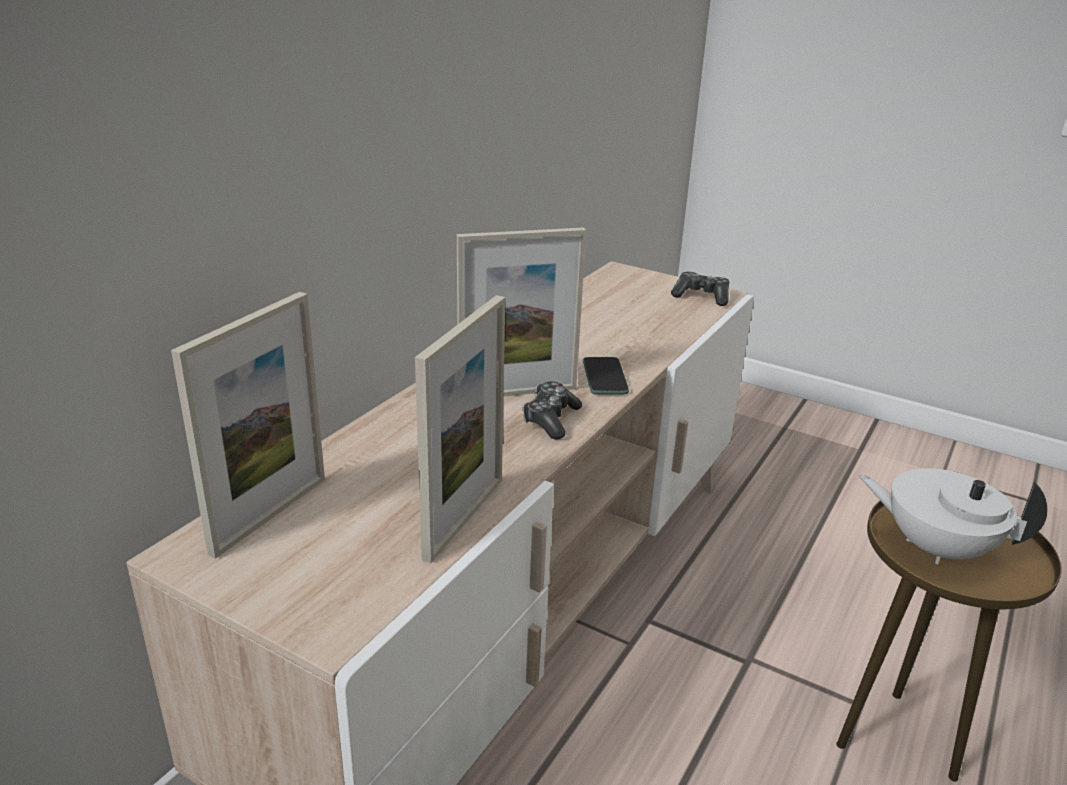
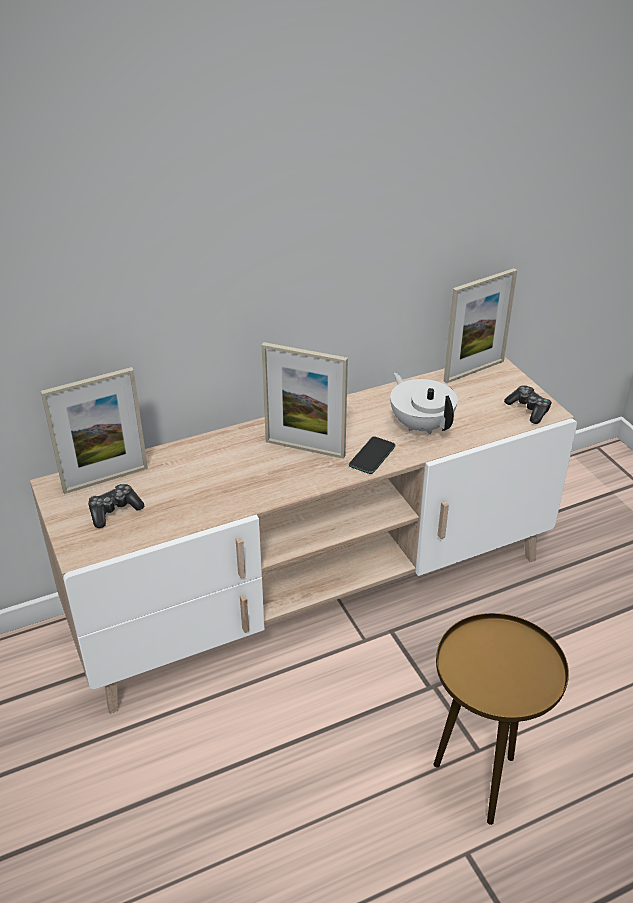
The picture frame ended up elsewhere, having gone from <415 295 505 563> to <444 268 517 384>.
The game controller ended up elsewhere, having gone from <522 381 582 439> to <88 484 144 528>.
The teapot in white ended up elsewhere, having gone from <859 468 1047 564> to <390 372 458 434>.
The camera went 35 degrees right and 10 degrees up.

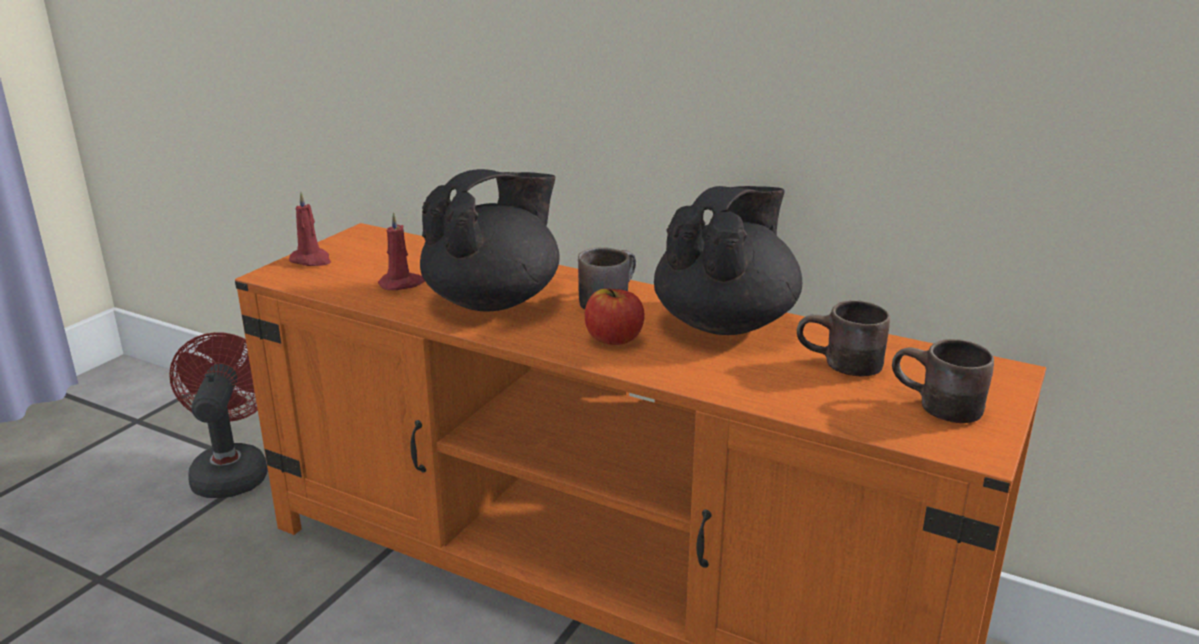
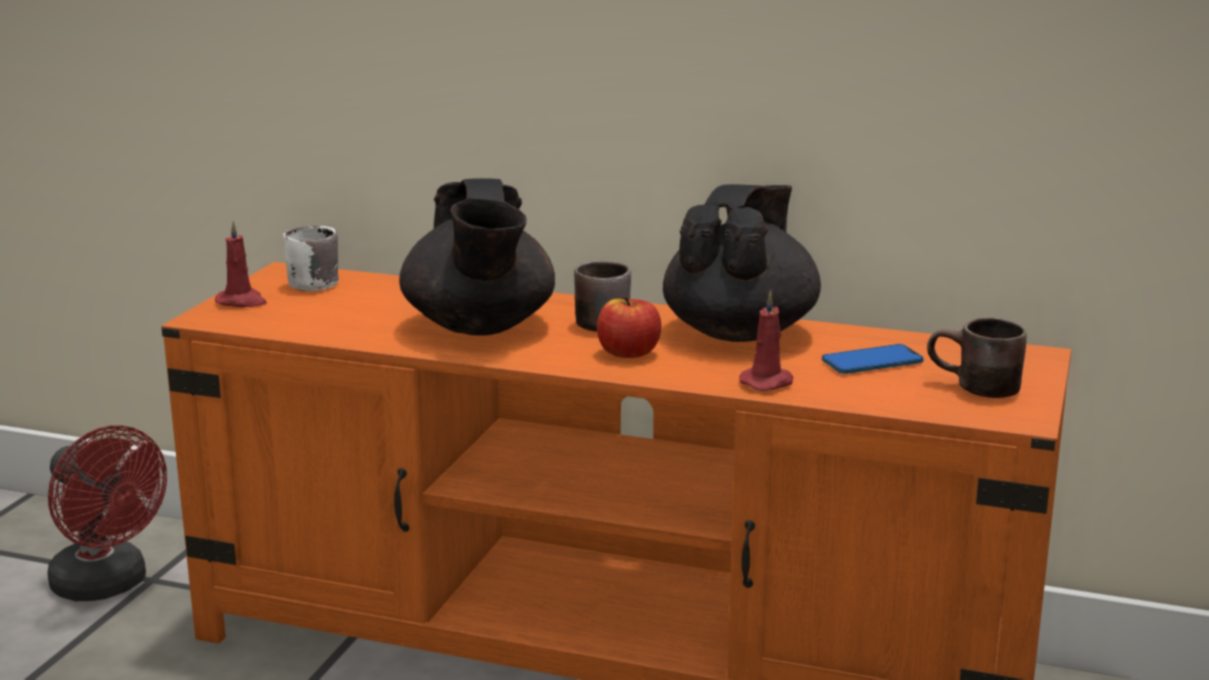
The second view gained the mug in white at <283 226 339 291>.
The candle in red ended up elsewhere, having gone from <378 212 425 290> to <739 290 794 391>.
Where the mug in brown stood at <797 300 890 377>, the phone came to stand at <822 344 924 374>.
The fan in red at <169 332 267 498> ended up facing another way, 150 degrees clockwise from before.
The teapot in black at <420 169 560 312> ended up facing another way, 135 degrees clockwise from before.
The camera went 10 degrees left and 5 degrees down.

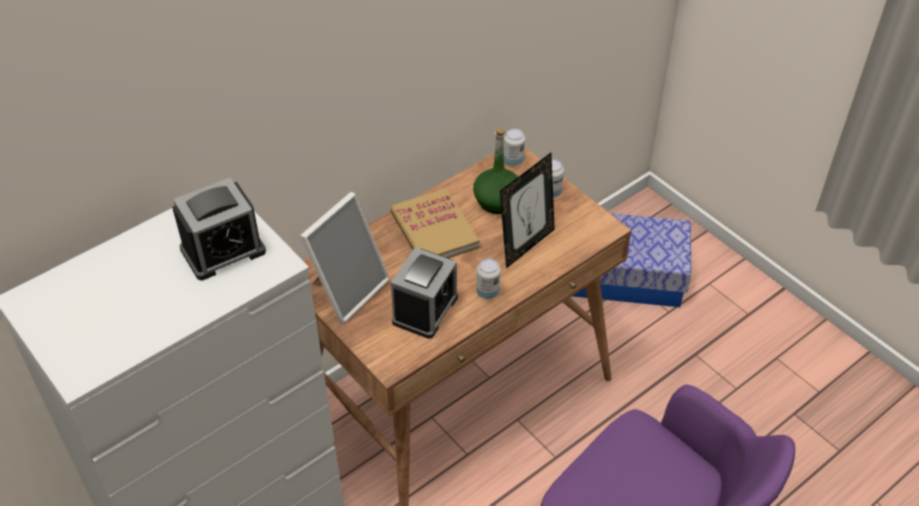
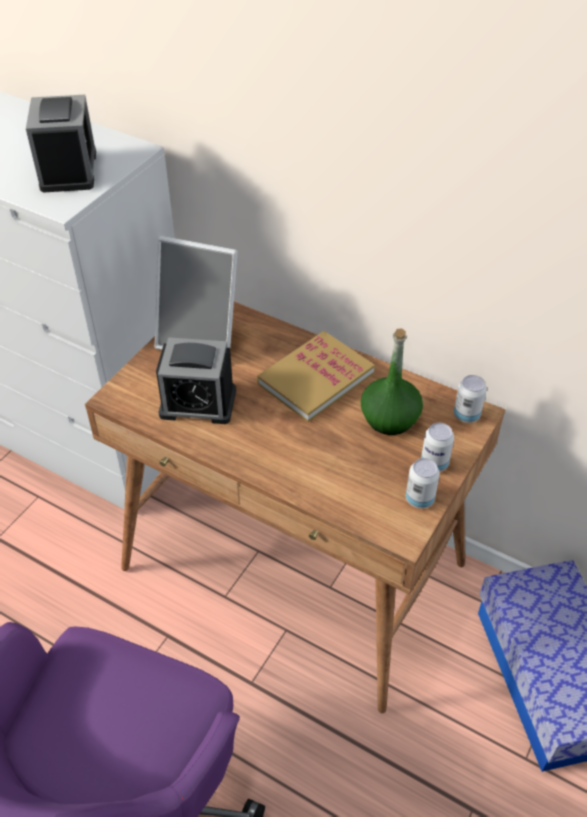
The second view lost the picture frame at <500 153 555 268>.
The can ended up elsewhere, having gone from <476 258 501 299> to <406 458 440 509>.
The alarm clock at <172 178 266 280> ended up facing another way, 135 degrees counterclockwise from before.
The camera went 70 degrees right and 0 degrees up.

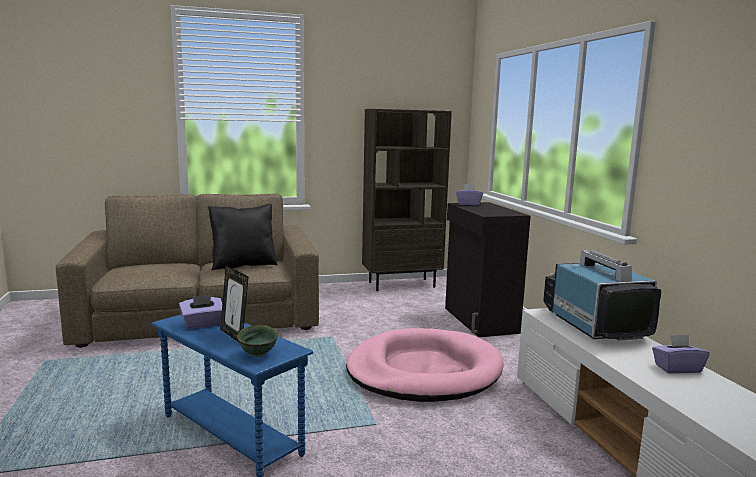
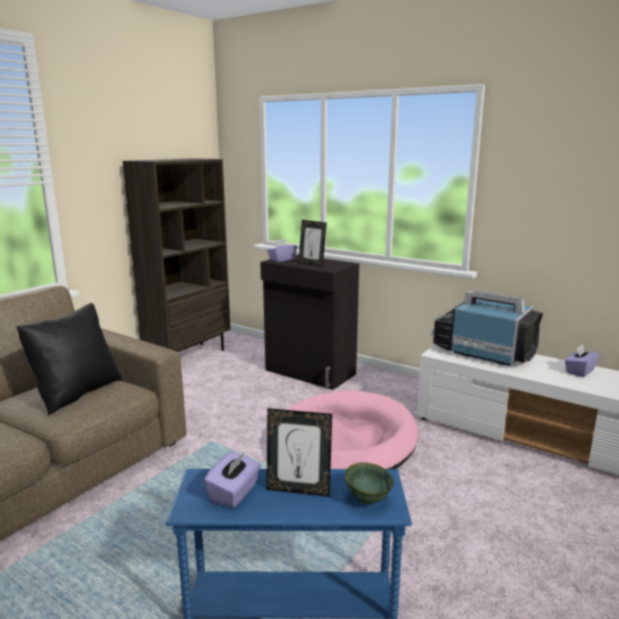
The second view gained the picture frame at <299 220 327 267>.
The camera went 40 degrees left and 5 degrees up.

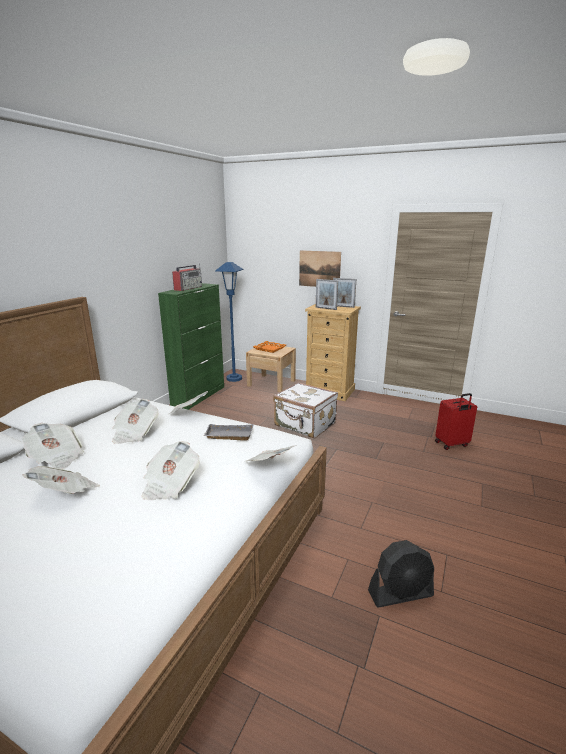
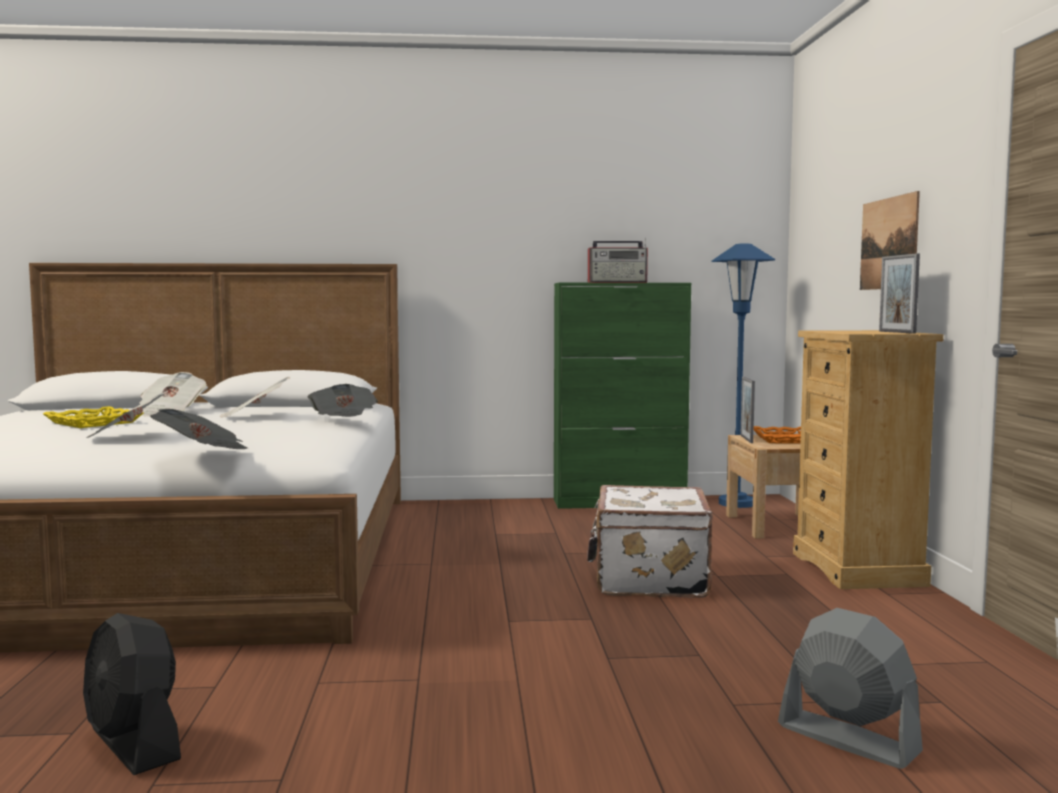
The second view lost the tray in grey at <204 424 254 441>.
The picture frame ended up elsewhere, having gone from <316 279 338 310> to <741 377 755 443>.
Where the newspaper stood at <22 466 100 494>, the tray in yellow came to stand at <43 406 143 428>.
Where the suitcase in red stood at <435 393 477 450>, the fan in grey came to stand at <778 608 923 769>.
The camera went 60 degrees right and 15 degrees down.

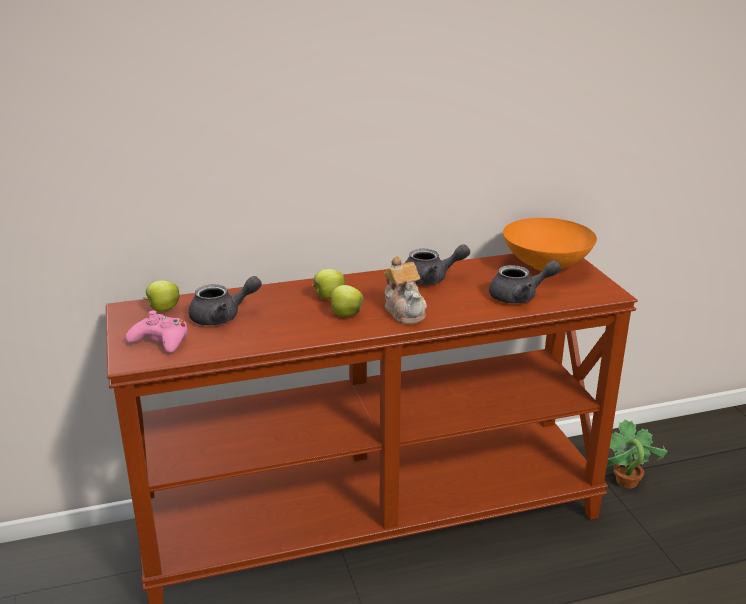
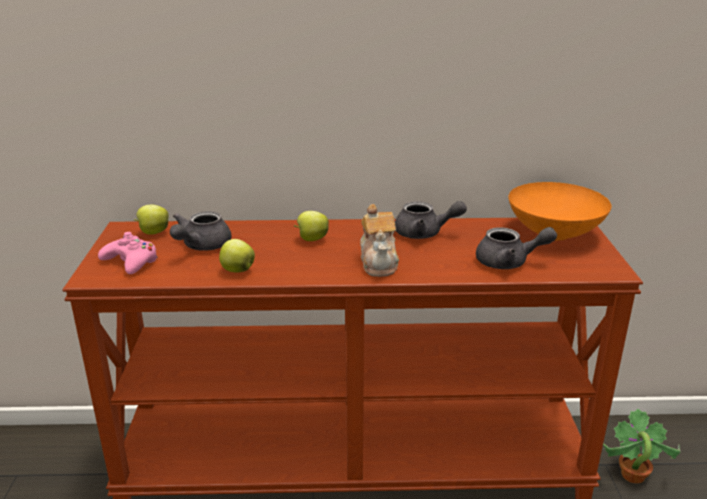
The apple ended up elsewhere, having gone from <329 285 363 317> to <219 239 255 272>.
The teapot in grey at <189 276 262 325> ended up facing another way, 120 degrees clockwise from before.
The camera went 15 degrees right and 0 degrees up.

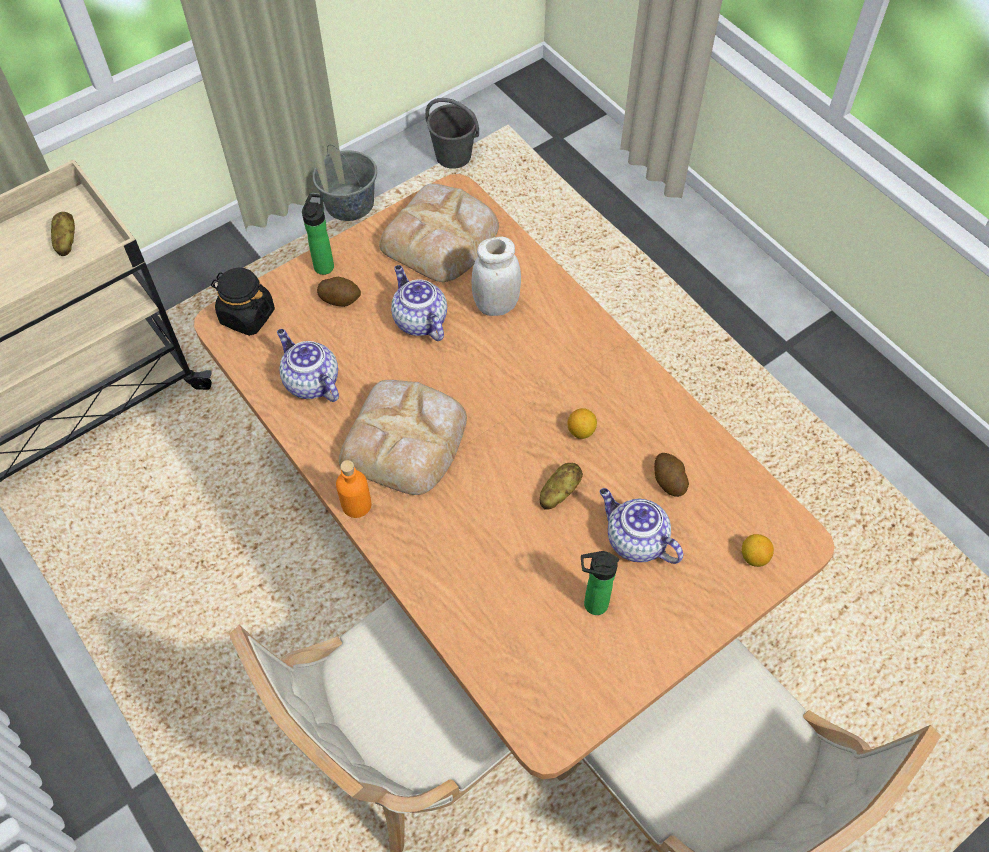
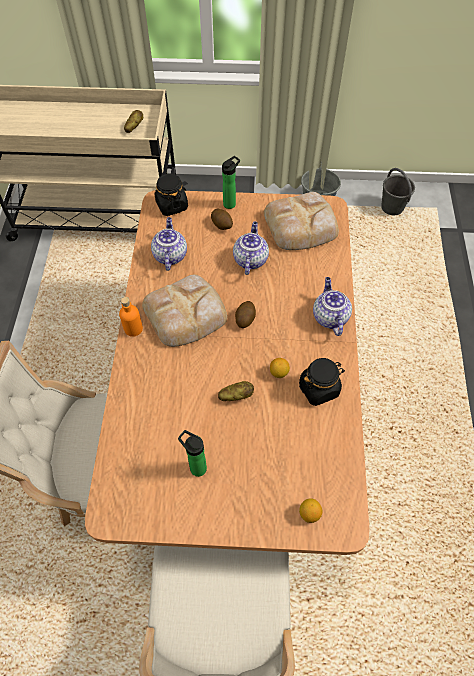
The second view lost the jar in white at <471 237 521 316>.
The second view gained the jar in black at <299 358 345 406>.
The teapot ended up elsewhere, having gone from <599 488 683 564> to <313 277 352 336>.
The potato ended up elsewhere, having gone from <654 453 689 497> to <235 301 256 328>.
The camera went 40 degrees right and 0 degrees up.

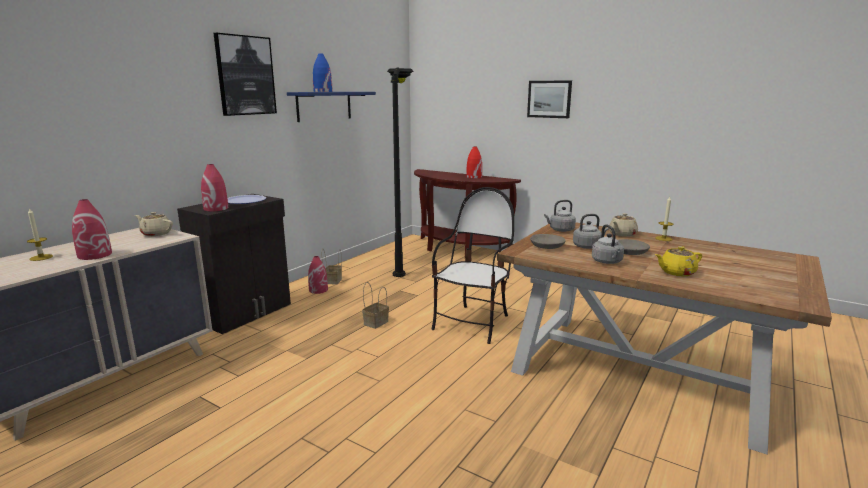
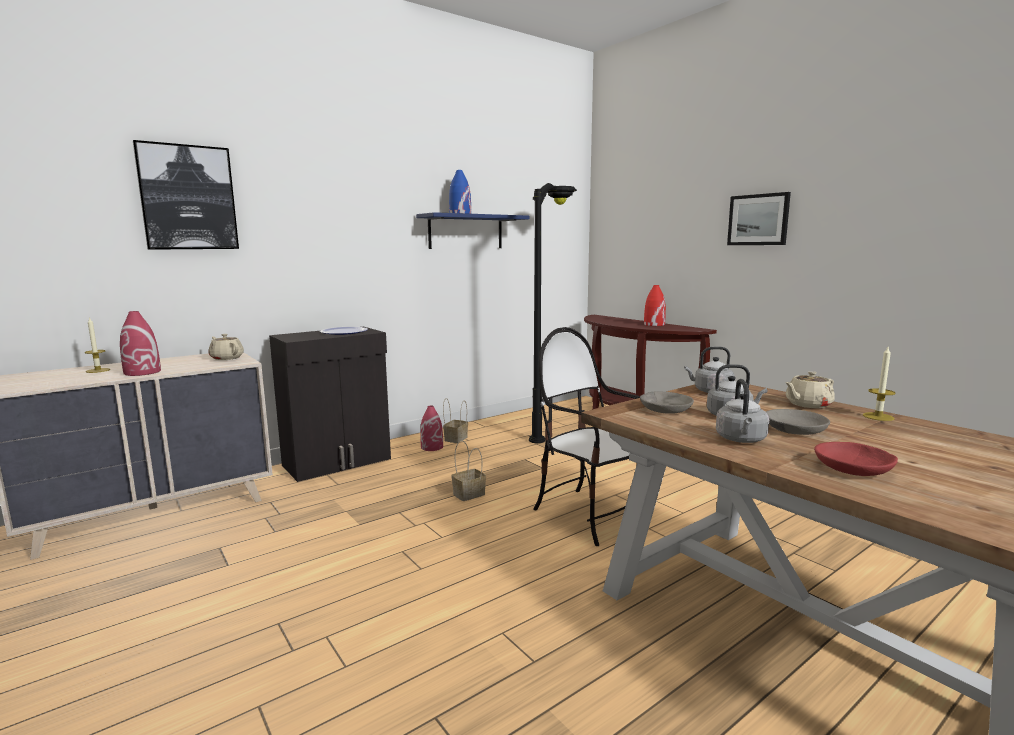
The second view lost the vase in red at <201 164 228 211>.
The picture ended up elsewhere, having gone from <214 33 277 116> to <133 140 239 250>.
Where the teapot in yellow stood at <655 246 702 276>, the bowl in red came to stand at <814 442 898 476>.
The chair at <432 187 514 344> ended up facing another way, 90 degrees counterclockwise from before.
The camera went 20 degrees right and 5 degrees down.

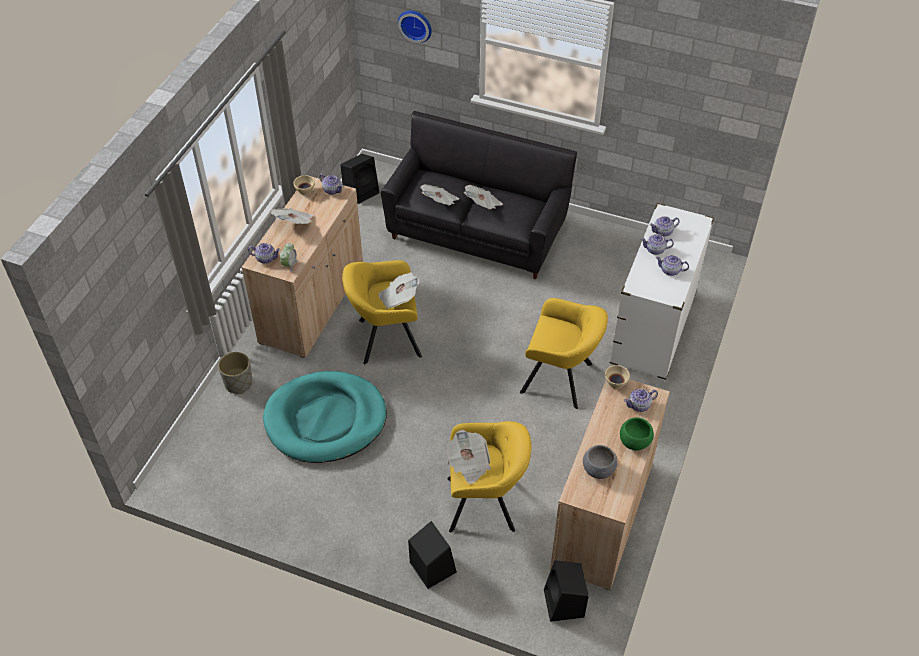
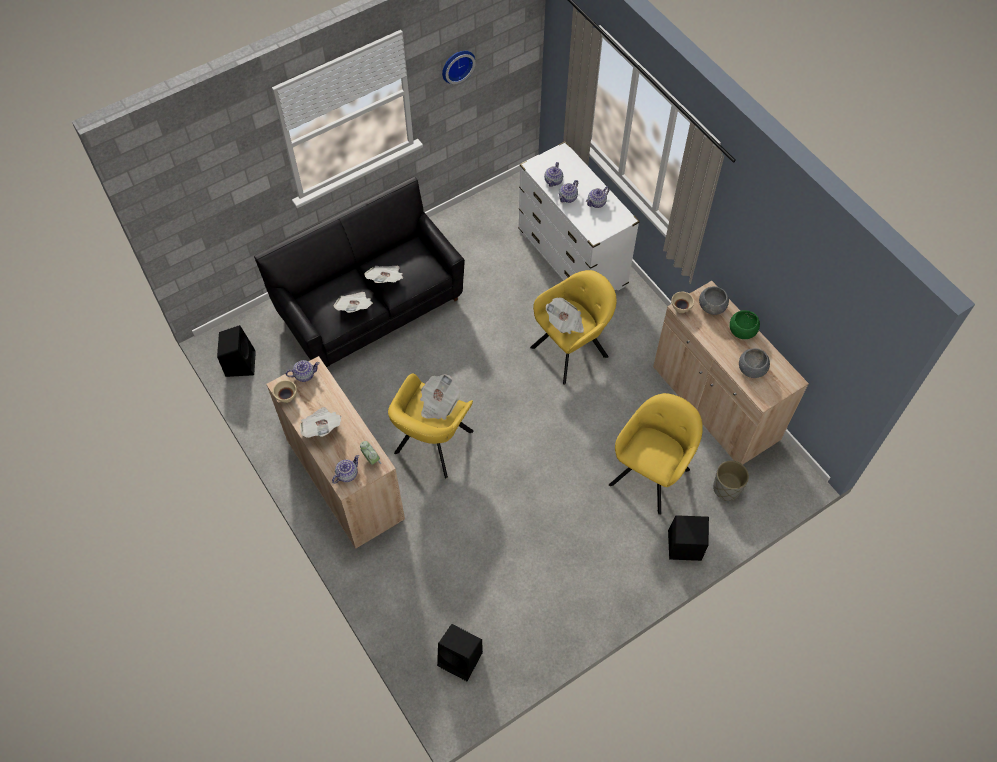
The second view lost the dog bed in turquoise at <263 371 387 463>.
The planter in grey ended up elsewhere, having gone from <218 352 252 394> to <713 460 749 501>.
The wall clock ended up elsewhere, having gone from <398 10 432 43> to <442 51 475 84>.
The newspaper ended up elsewhere, having gone from <447 430 491 484> to <546 297 584 334>.
The speaker in black ended up elsewhere, having gone from <544 560 589 622> to <437 624 483 681>.
Where the teapot stood at <624 389 658 412>, the bowl in grey came to stand at <699 286 729 315>.
The camera went 55 degrees left and 10 degrees up.

